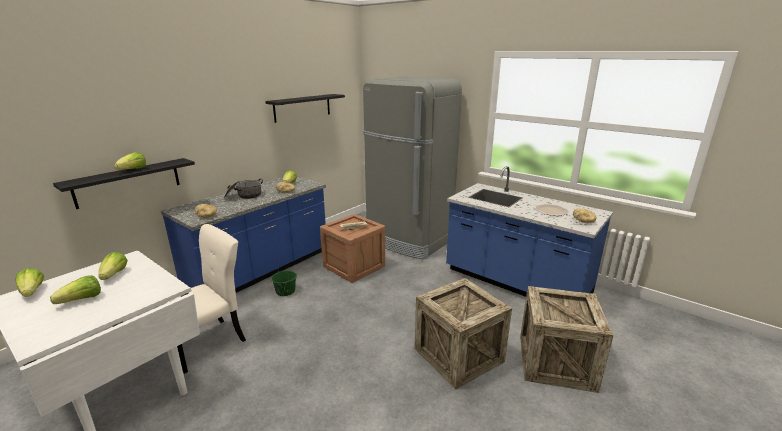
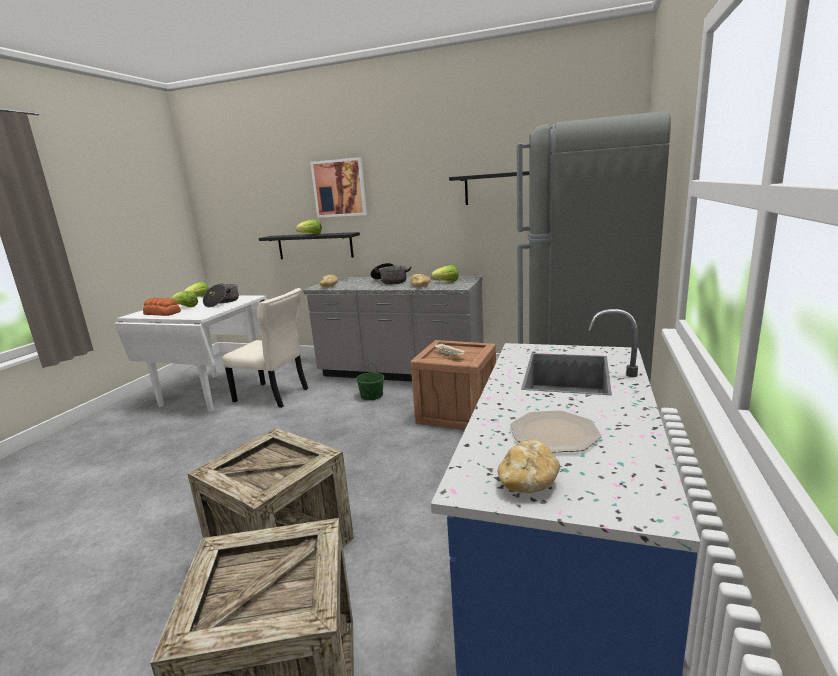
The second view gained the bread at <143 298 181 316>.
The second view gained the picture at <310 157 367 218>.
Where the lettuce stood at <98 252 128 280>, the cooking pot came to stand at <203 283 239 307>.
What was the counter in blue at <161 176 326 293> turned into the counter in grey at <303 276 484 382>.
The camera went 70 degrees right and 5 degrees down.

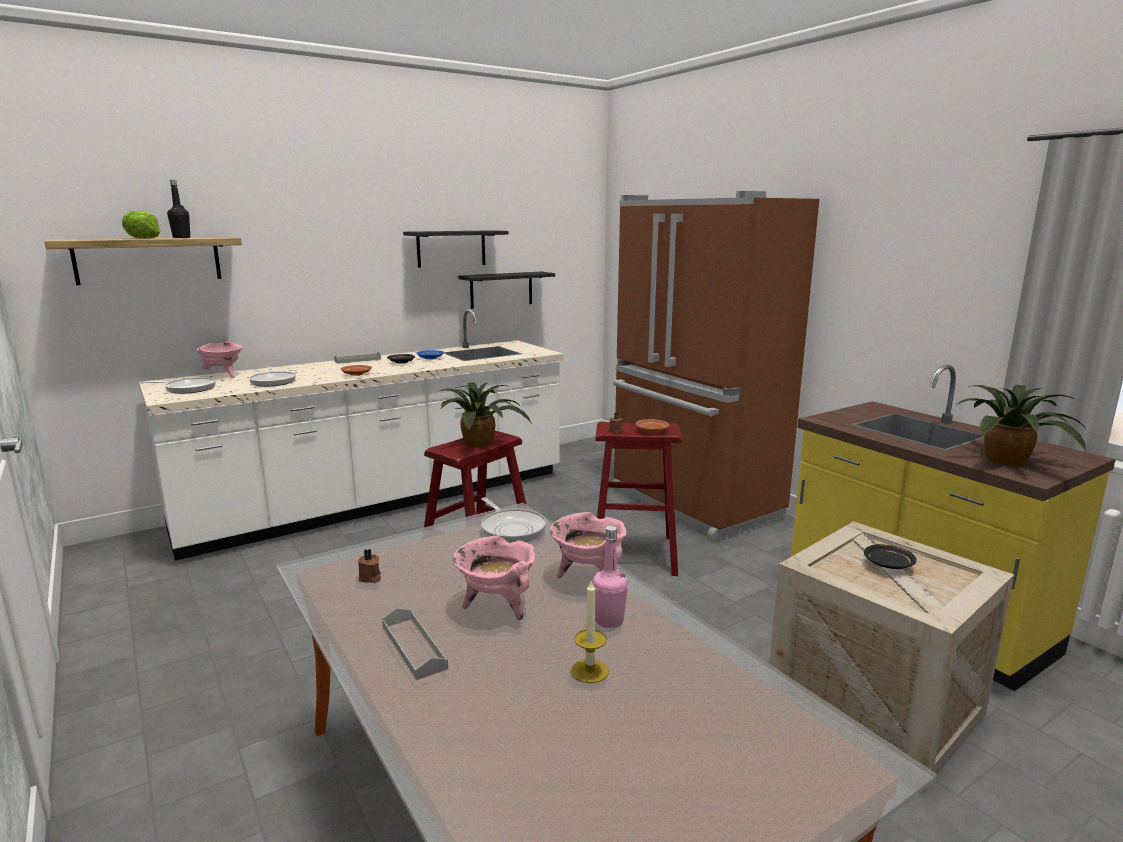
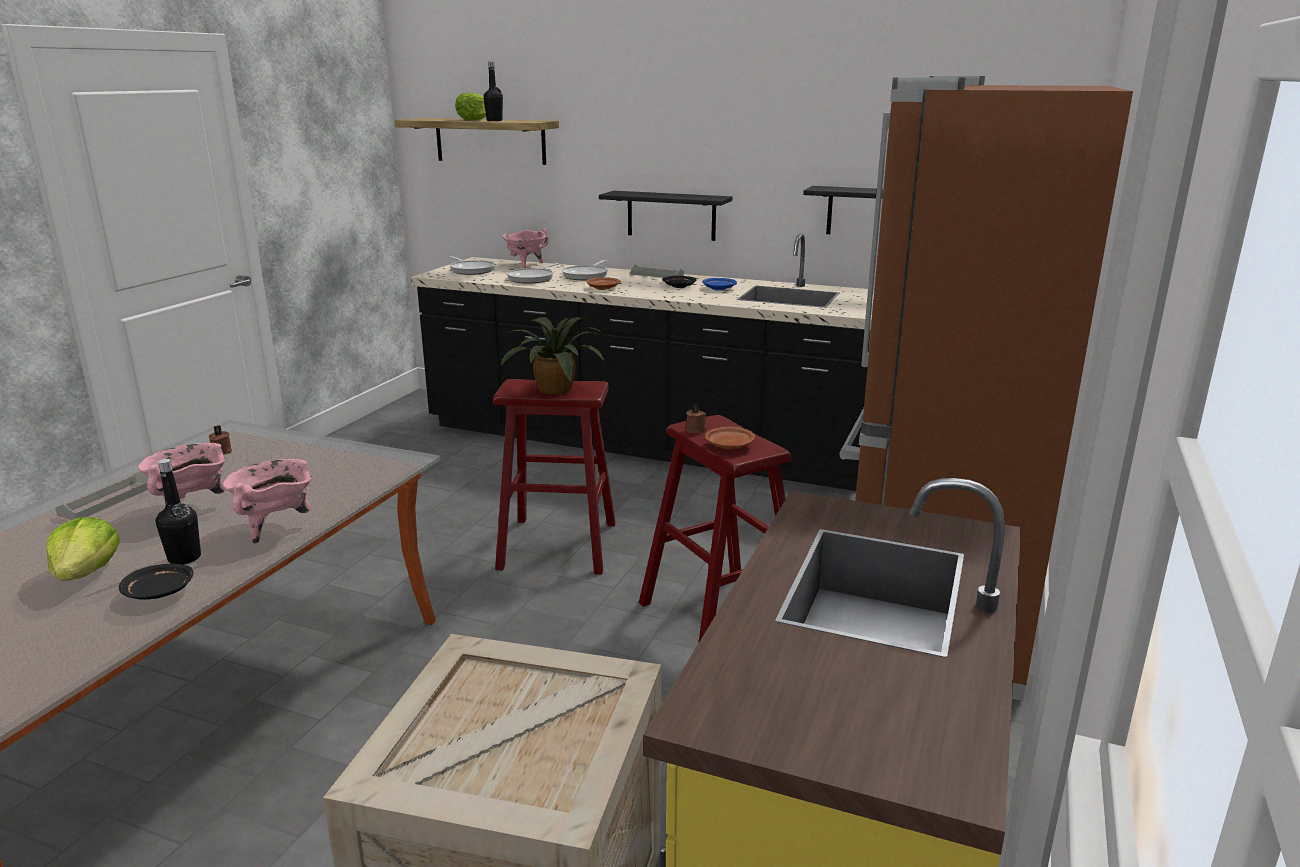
The second view lost the potted plant at <955 385 1087 466>.
The shelf in black ended up elsewhere, having gone from <403 230 509 268> to <599 191 732 241>.
The frying pan ended up elsewhere, having gone from <481 497 547 543> to <562 260 608 280>.
The plate in black ended up elsewhere, having gone from <864 544 917 569> to <119 564 193 600>.
Where the candle stood at <571 580 609 683>, the lettuce came to stand at <47 517 120 581>.
What was the counter in white at <139 309 564 561> turned into the counter in black at <411 233 874 491>.
What was the bottle in pink at <592 526 628 628> turned into the bottle in black at <156 459 201 565>.
The camera went 55 degrees right and 5 degrees up.

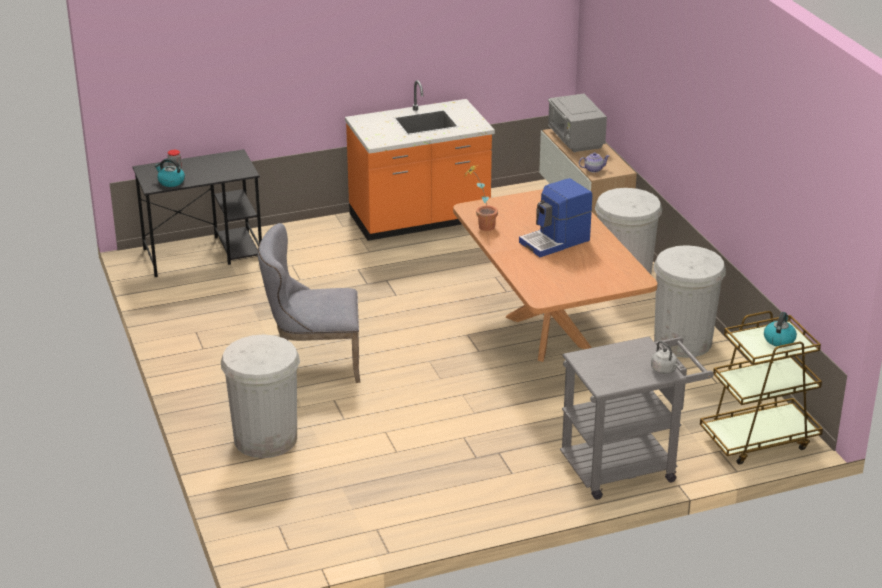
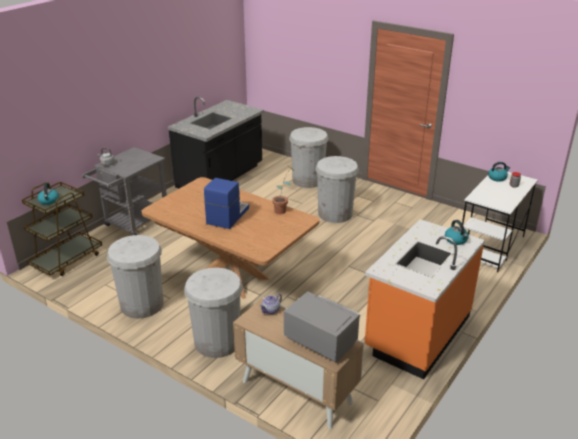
The second view gained the counter in black at <168 97 264 189>.
The second view gained the kettle at <445 220 469 245>.
Where the chair in grey stood at <258 223 360 383>, the trash can in white came to stand at <316 156 359 223>.
What was the desk in black at <132 149 262 277> turned into the desk in white at <462 172 538 272>.
The camera went 145 degrees right and 0 degrees up.

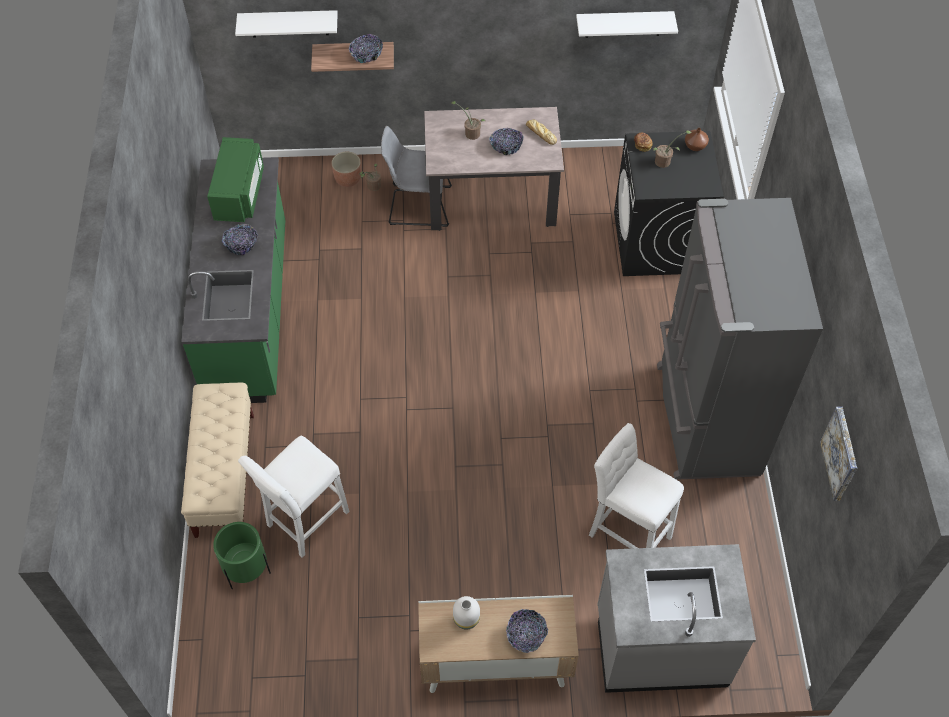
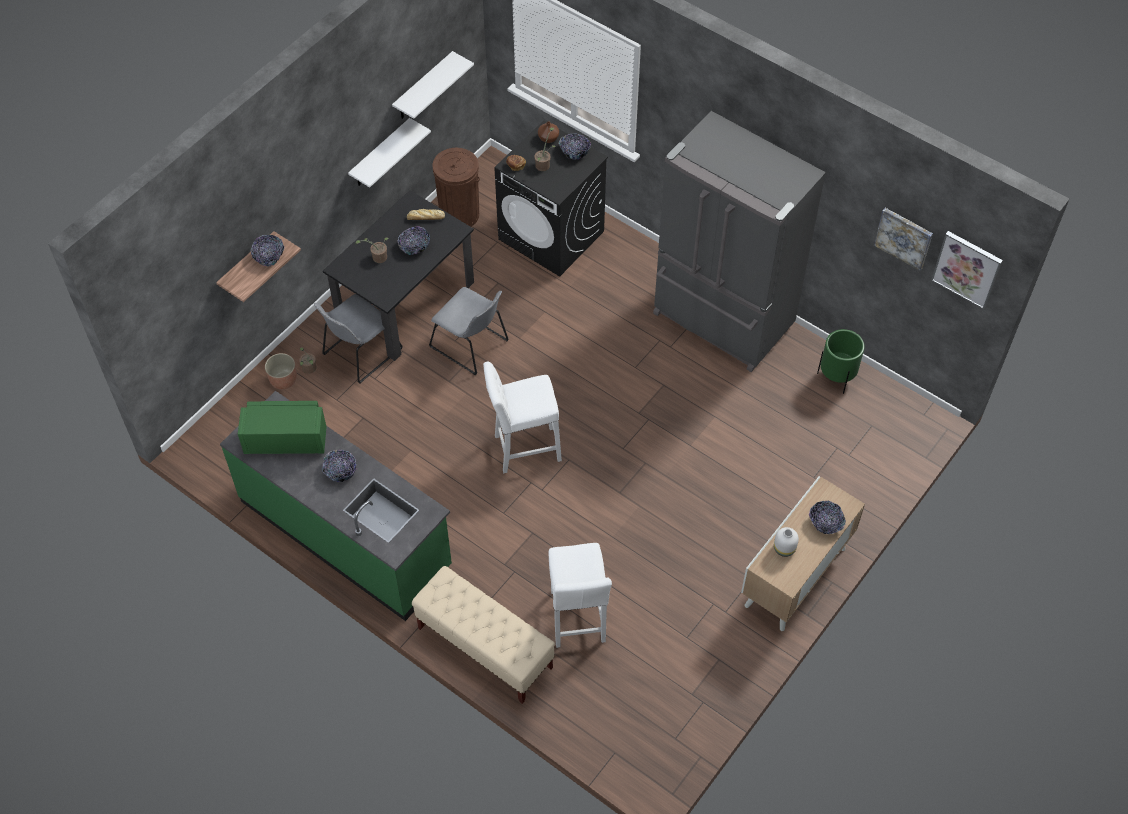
The second view lost the counter in grey at <597 544 756 693>.
The second view gained the chair in grey at <429 287 509 375>.
The second view gained the trash can in brown at <432 148 480 227>.
The second view gained the bowl at <558 133 591 160>.
The second view gained the picture at <931 231 1003 309>.
The planter in green ended up elsewhere, having gone from <213 522 271 589> to <817 329 864 394>.
The shelf in white ended up elsewhere, having gone from <235 10 338 37> to <348 118 431 187>.
The stool in white ended up elsewhere, having gone from <589 423 684 549> to <483 361 562 473>.
What was the dining table in beige at <424 107 564 231> turned into the dining table in black at <323 190 474 361>.
The microwave in green at <207 137 264 222> ended up facing another way, 45 degrees counterclockwise from before.
The camera went 50 degrees left and 0 degrees up.

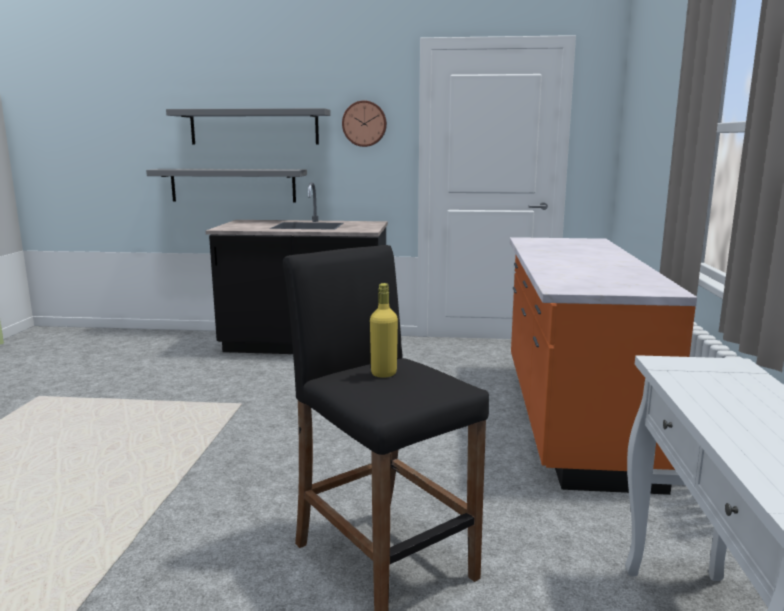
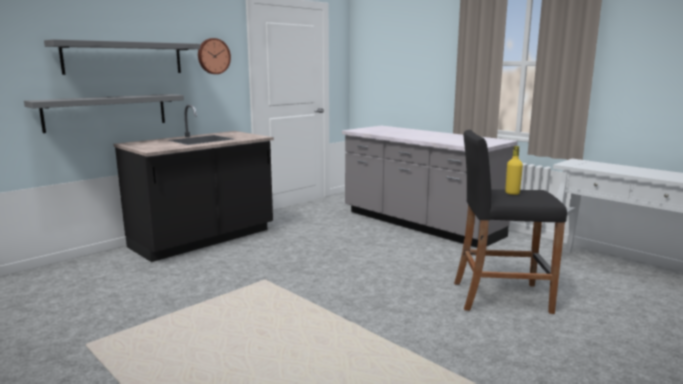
What was the counter in orange at <510 237 697 495> turned into the counter in grey at <342 126 518 248>.
The camera went 50 degrees left and 0 degrees up.

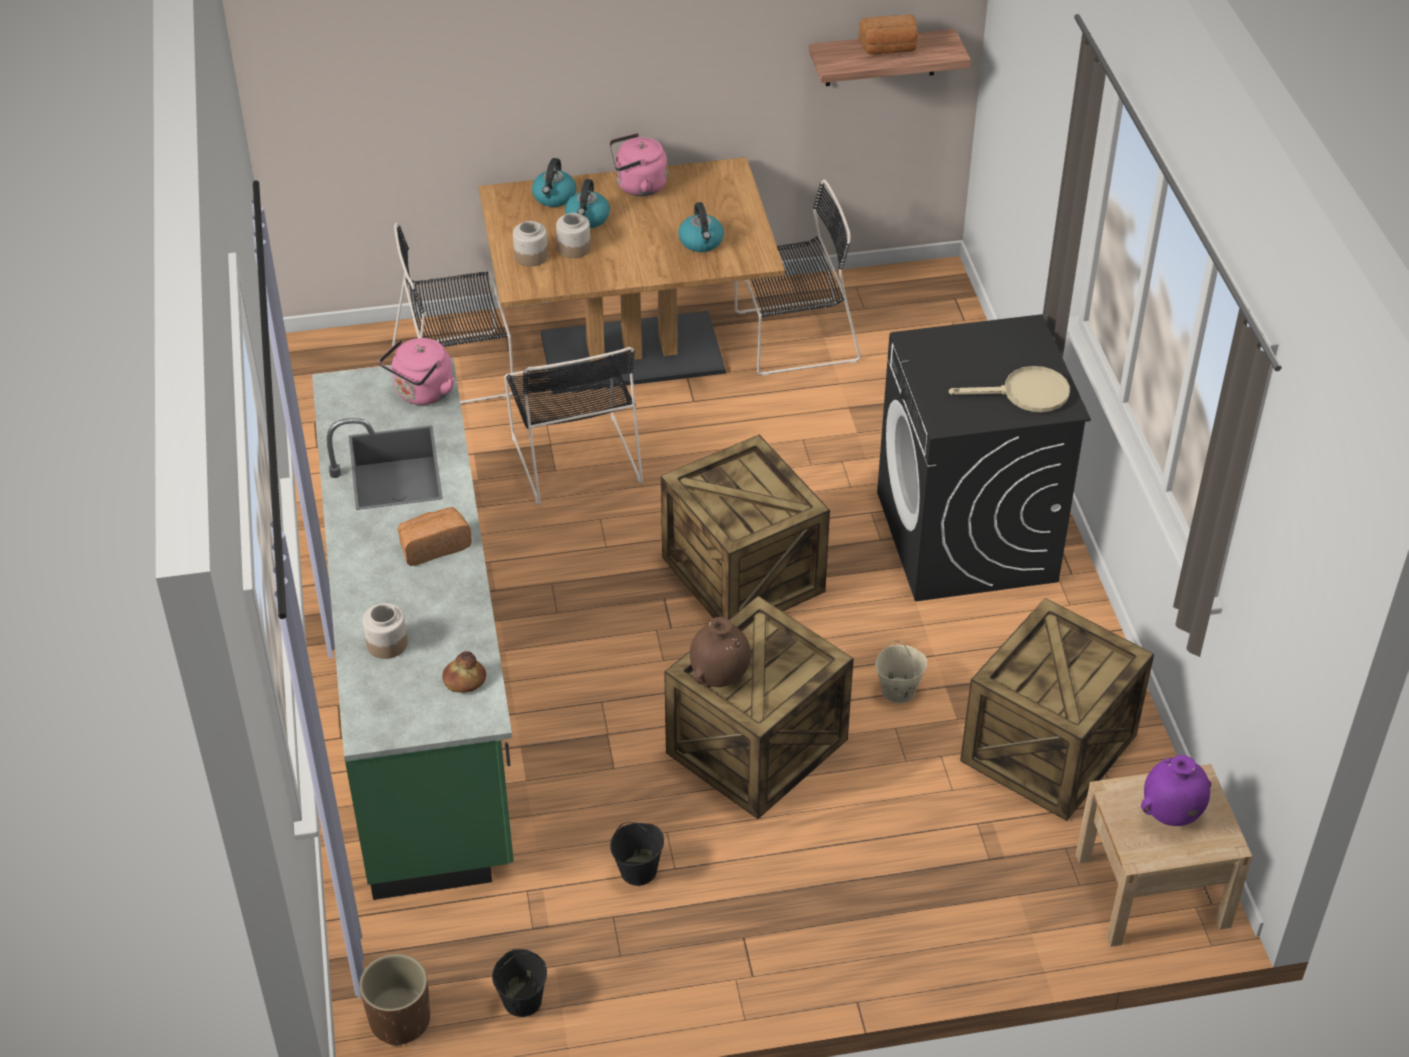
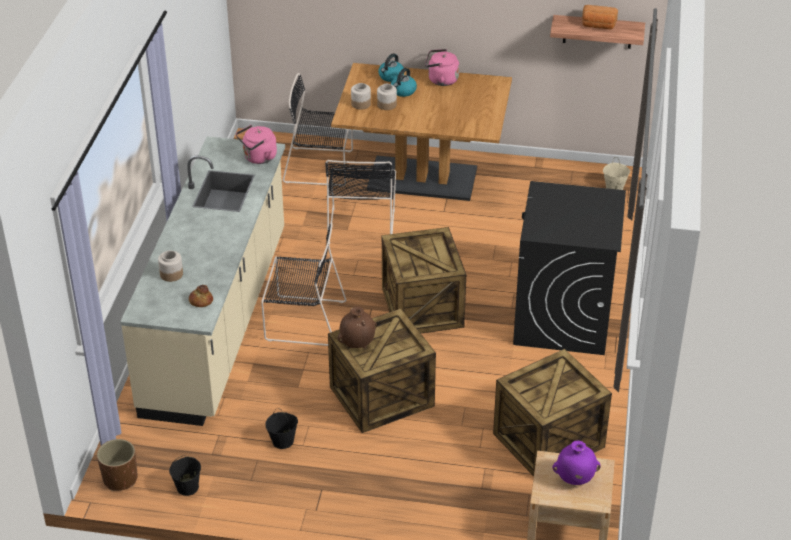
The second view lost the bread at <397 507 472 566>.
The second view lost the kettle at <678 202 724 252>.
The second view lost the frying pan in beige at <949 366 1070 413>.
The chair in black ended up elsewhere, having gone from <735 180 861 376> to <261 222 346 346>.
The bucket in beige ended up elsewhere, having gone from <875 641 927 703> to <603 157 630 190>.
What was the counter in green at <312 358 514 900> turned into the counter in beige at <120 136 285 426>.
The camera went 20 degrees right and 5 degrees down.

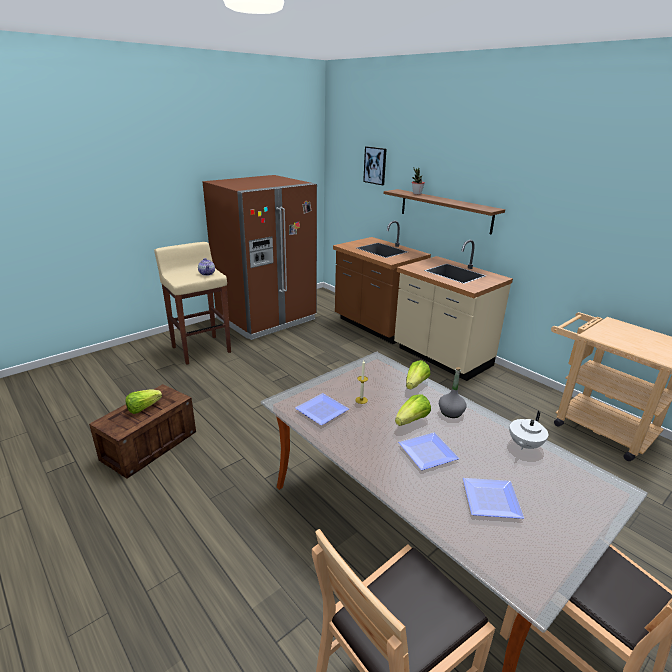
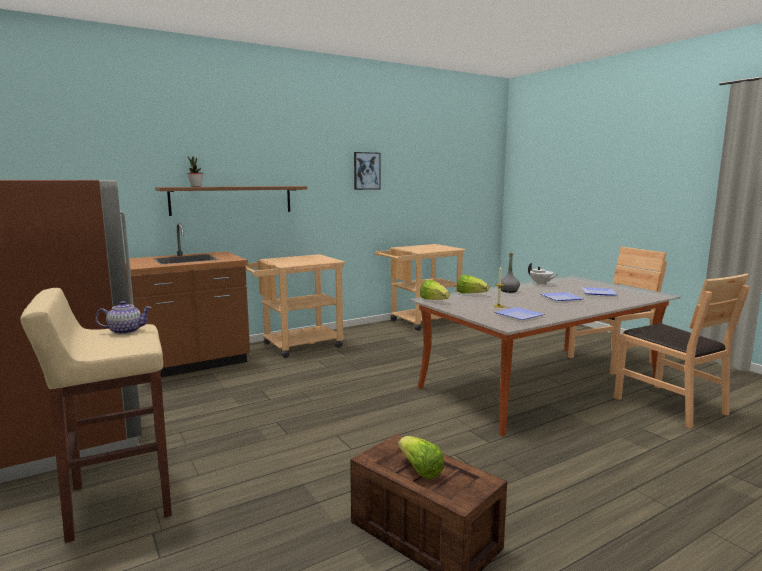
The picture ended up elsewhere, having gone from <363 146 387 185> to <354 152 381 190>.
The lettuce ended up elsewhere, having gone from <395 394 431 426> to <420 280 450 300>.
Where the counter in beige stood at <394 240 513 381>, the cart in beige came to stand at <246 254 345 358>.
The camera went 80 degrees left and 15 degrees down.

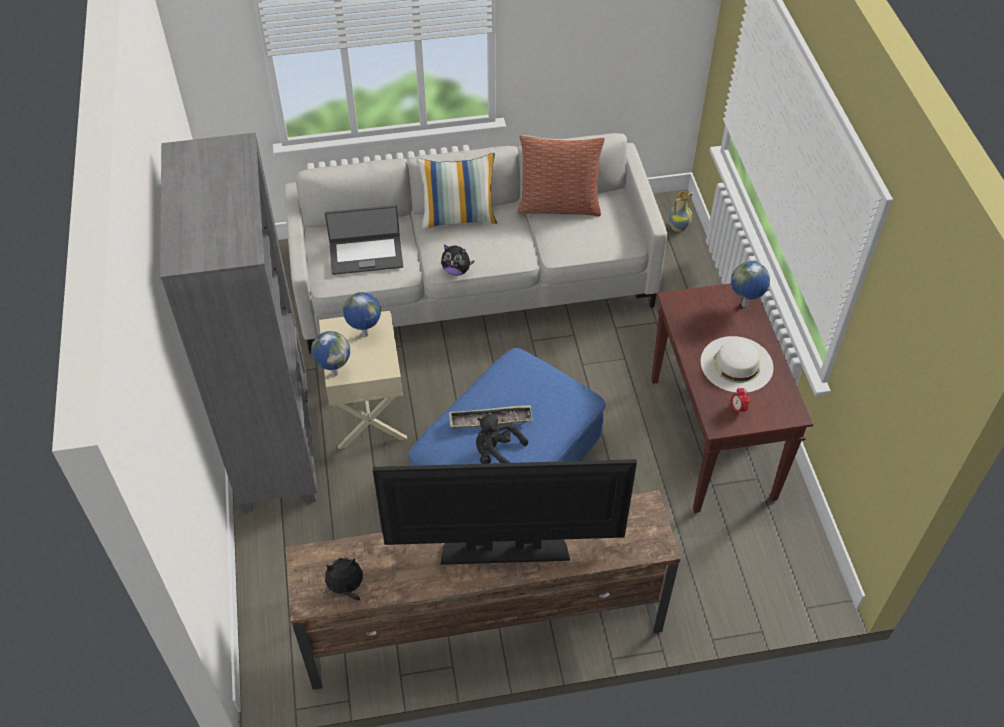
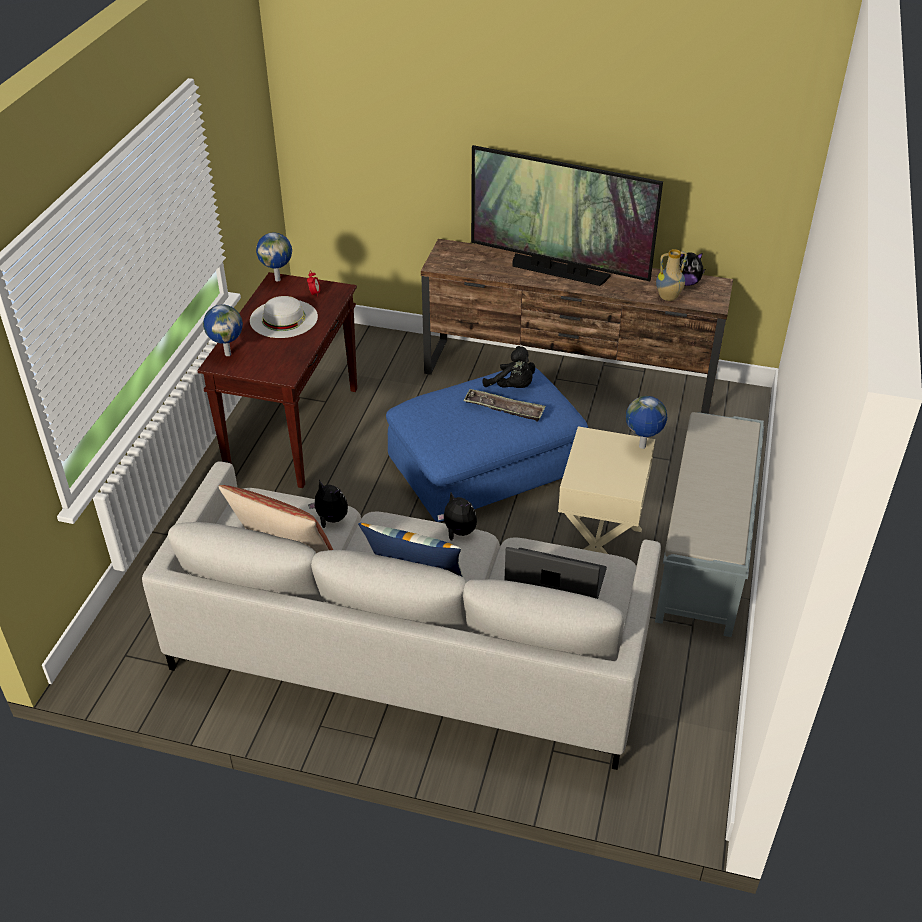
The second view gained the plush toy at <308 480 348 528>.
The globe ended up elsewhere, having gone from <343 292 381 337> to <256 232 292 281>.
The vase ended up elsewhere, having gone from <668 192 692 232> to <656 249 687 301>.
Where the bookcase in grey stood at <160 133 317 513>, the bench in grey came to stand at <655 412 764 637>.
The camera went 155 degrees left and 10 degrees down.

